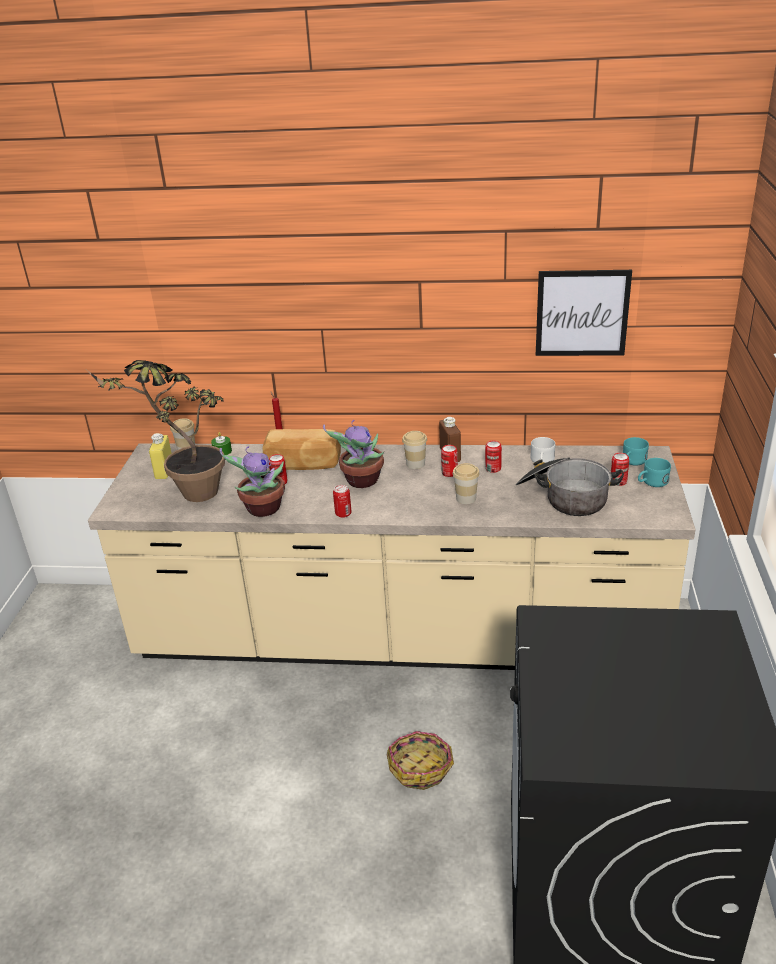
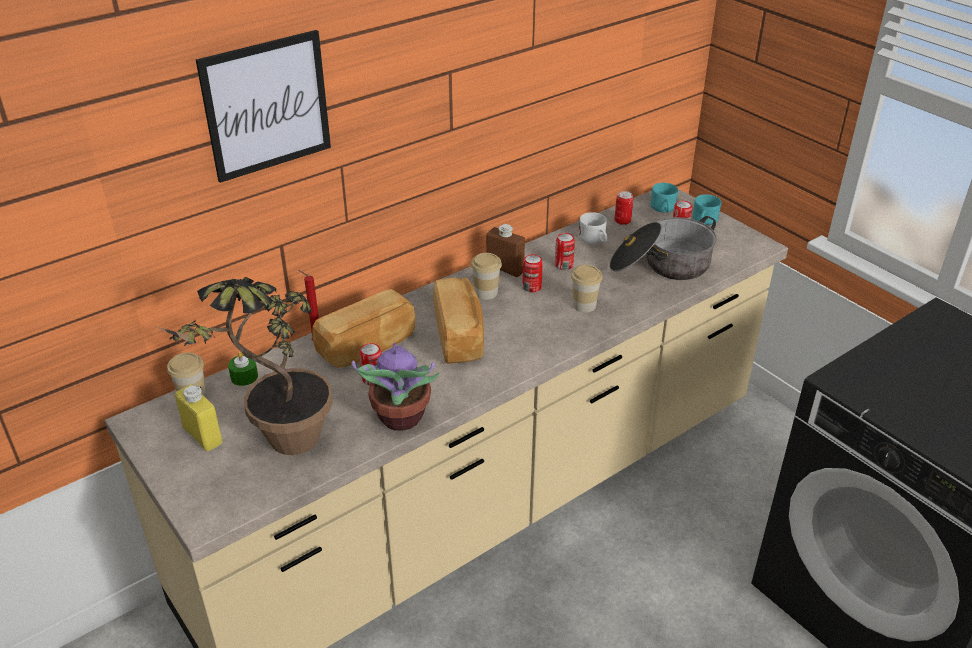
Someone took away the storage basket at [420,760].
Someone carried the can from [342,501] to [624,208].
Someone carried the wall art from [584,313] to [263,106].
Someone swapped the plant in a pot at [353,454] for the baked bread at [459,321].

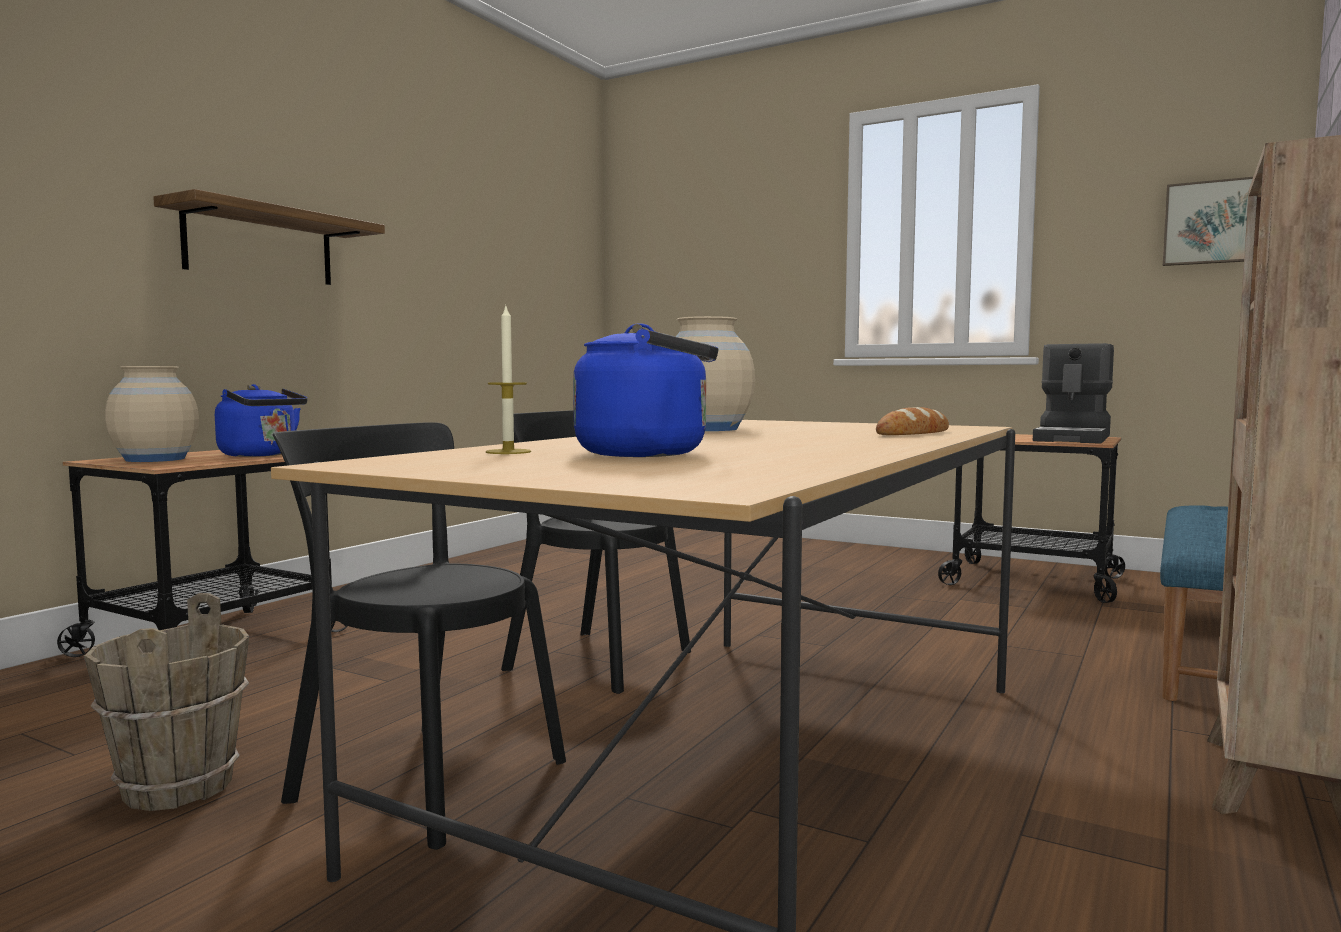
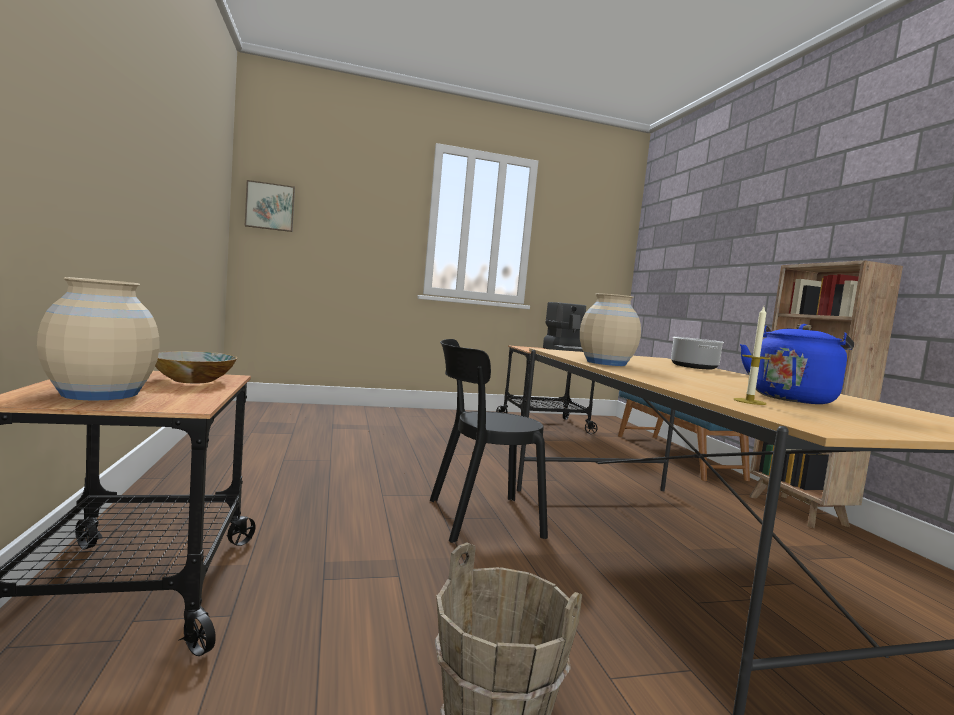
Someone took away the shelf at [269,237].
Someone took away the chair in black-coloured at [419,636].
Someone carried the wall art from [1208,221] to [270,206].
Someone swapped the tea kettle in blue at [261,420] for the serving bowl at [196,367].
Someone swapped the baked bread at [912,421] for the stockpot at [697,353].

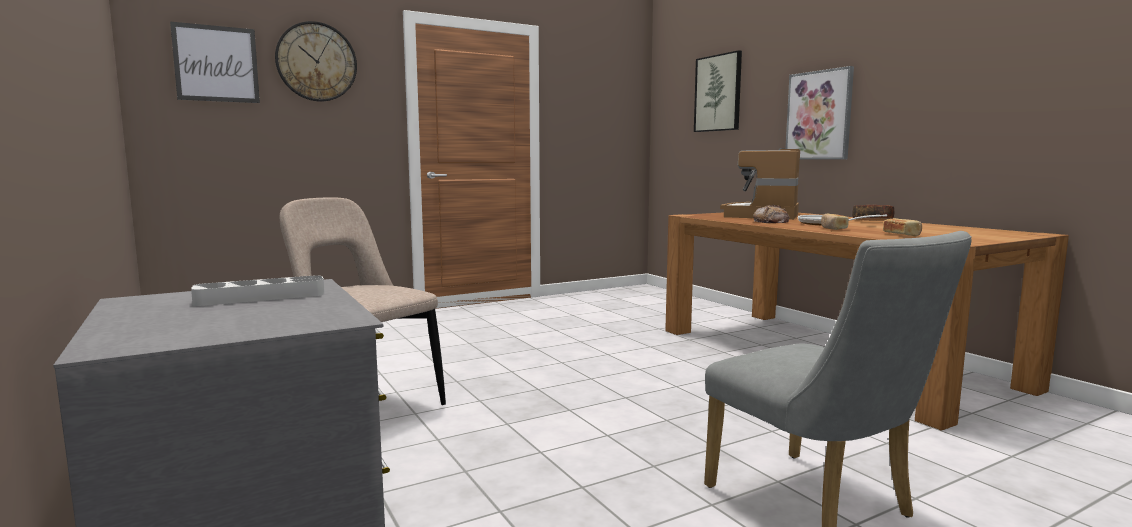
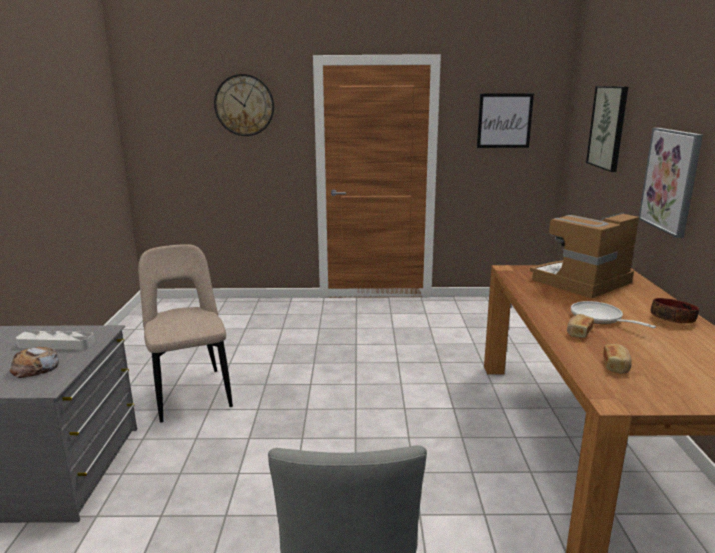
Someone carried the wall art from [215,62] to [505,120].
Someone carried the baked bread from [771,214] to [34,362].

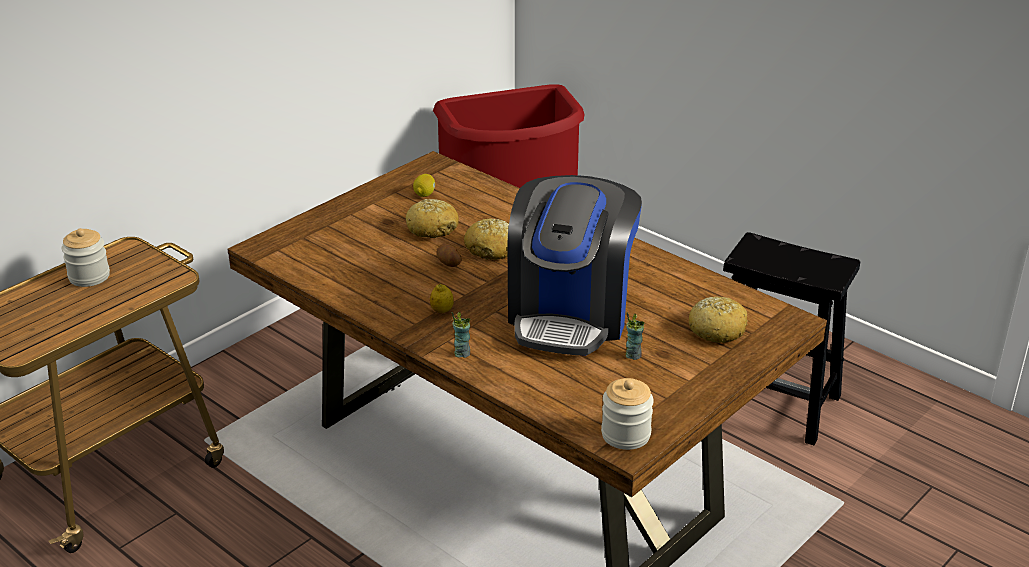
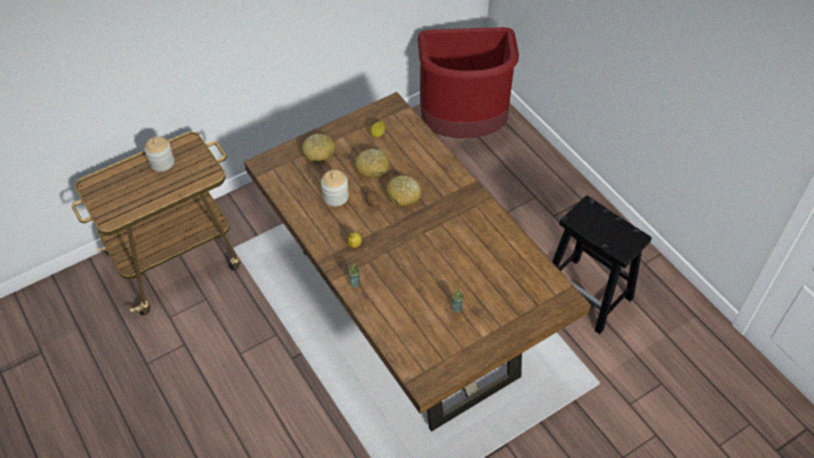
Someone took away the coffee machine at [574,265].
Someone carried the preserve jar from [627,414] to [335,188].
Someone carried the baked bread from [718,320] to [318,148].

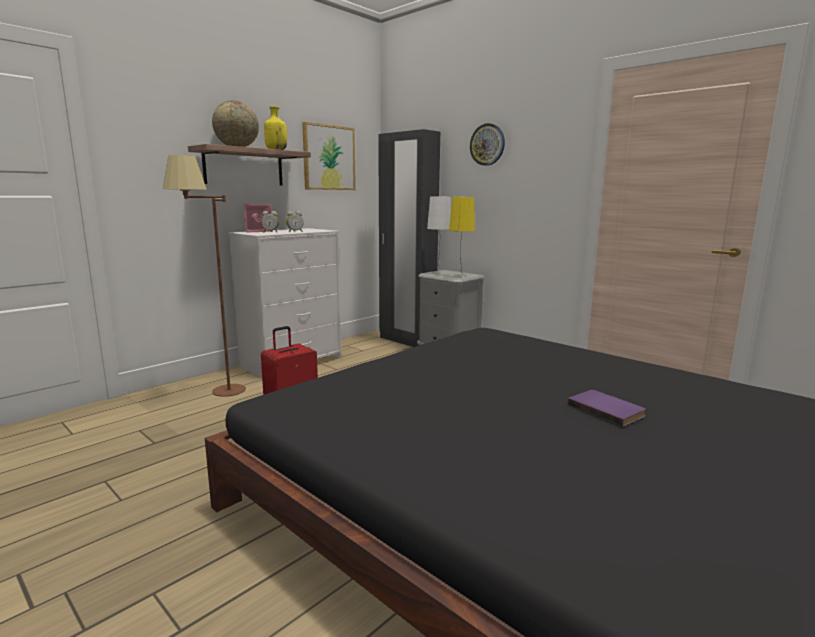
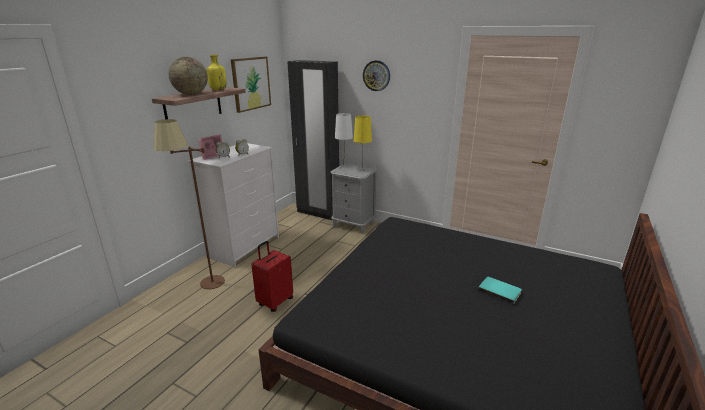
Someone repainted the bound book in purple-coloured at [607,408], which became the bound book in turquoise-coloured at [500,290].

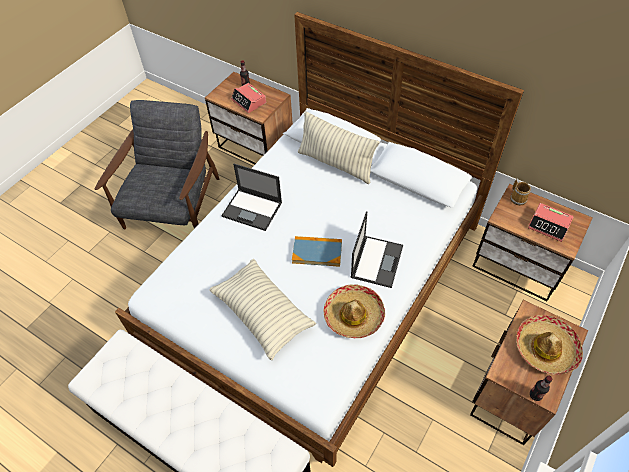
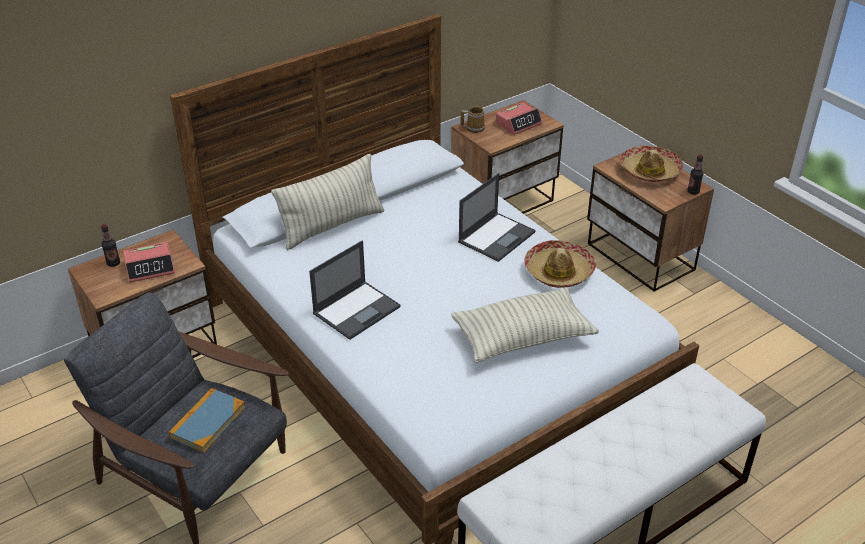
Someone carried the bound book from [317,251] to [206,420].
Someone rotated the notebook computer at [376,249] by 90 degrees clockwise.

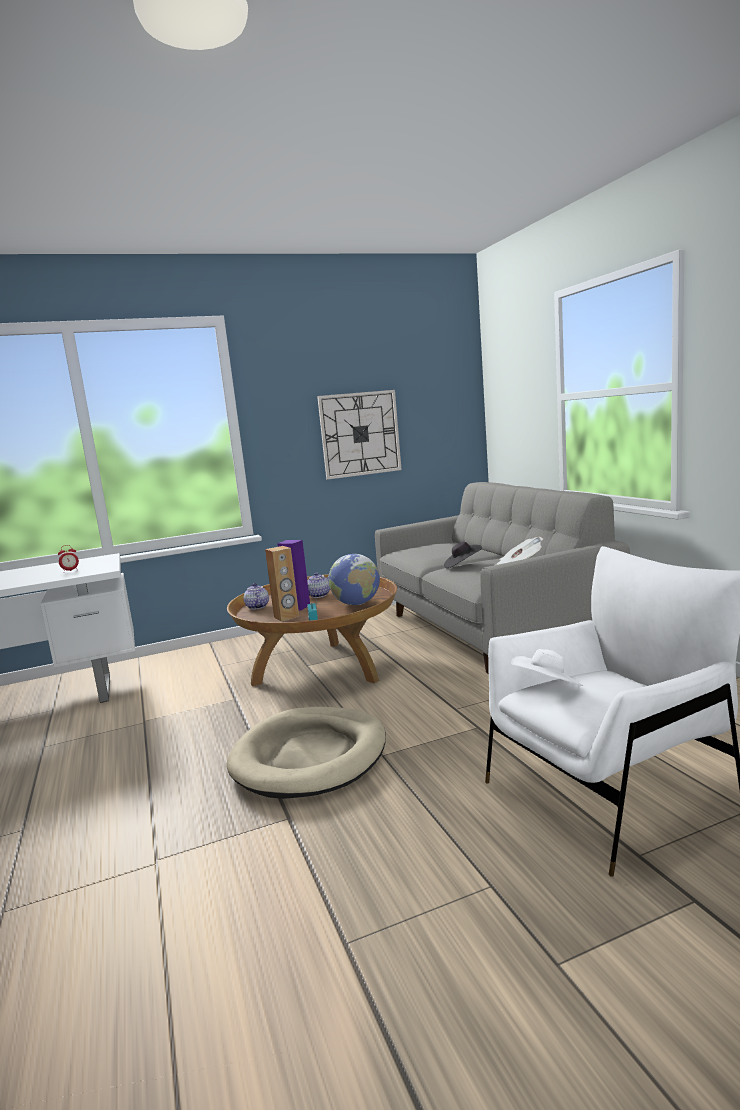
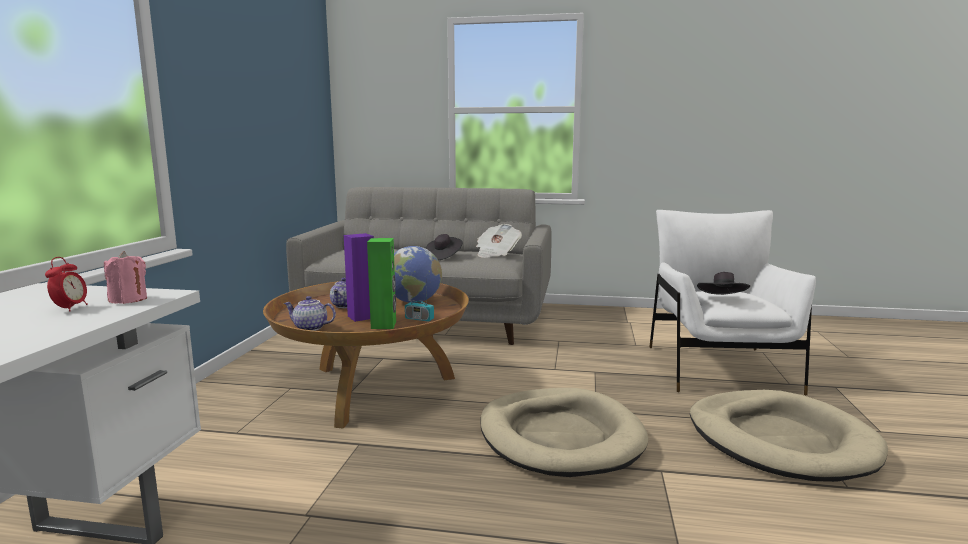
Someone took away the clock on the wall at [359,435].
Someone put down the wax light in pinkish at [125,277].
Someone put down the dog bed in beige-coloured at [789,436].
Someone repainted the speaker in brown-coloured at [282,583], which became the speaker in green at [381,283].
Someone repainted the hat in whitish at [547,667], which became the hat in black-coloured at [723,283].

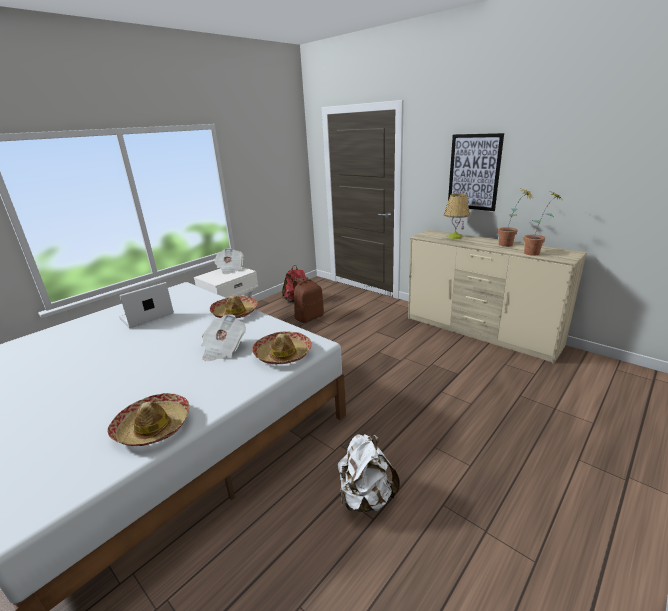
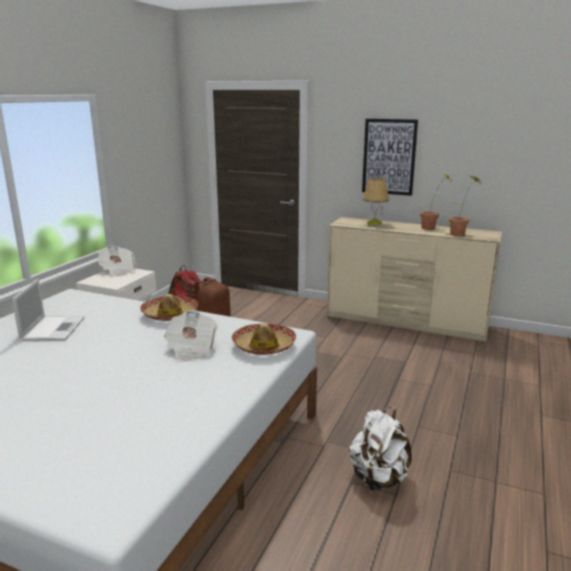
Someone took away the hat at [148,419].
Someone rotated the notebook computer at [146,305] by 150 degrees clockwise.

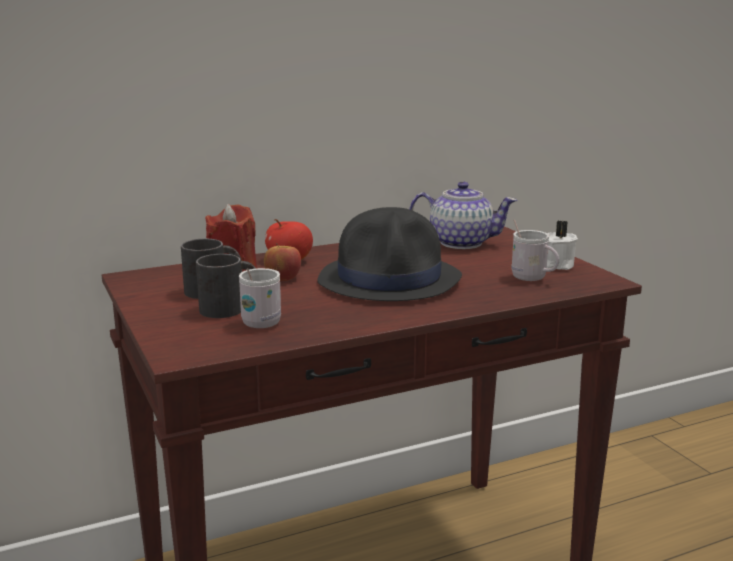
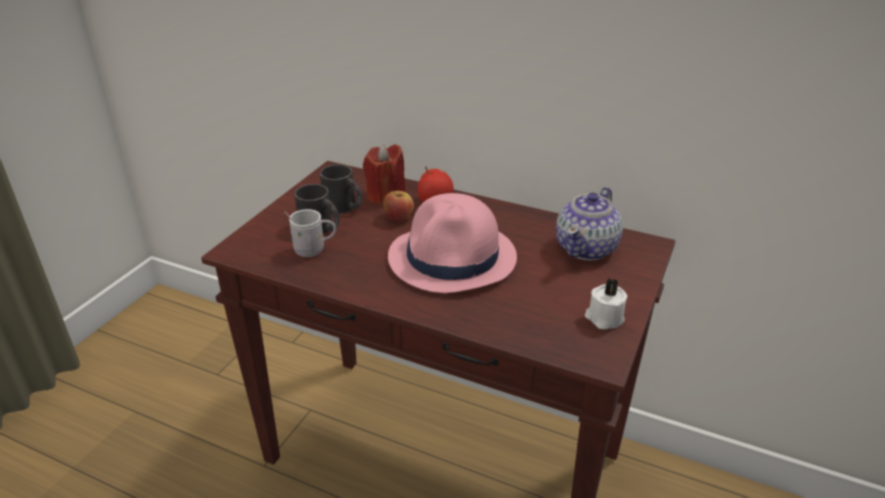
Someone took away the coffee mug in whitish at [535,250].
Someone repainted the hat in black-coloured at [389,254], which became the hat in pinkish at [452,243].
Someone rotated the pot for tea at [463,215] by 60 degrees clockwise.

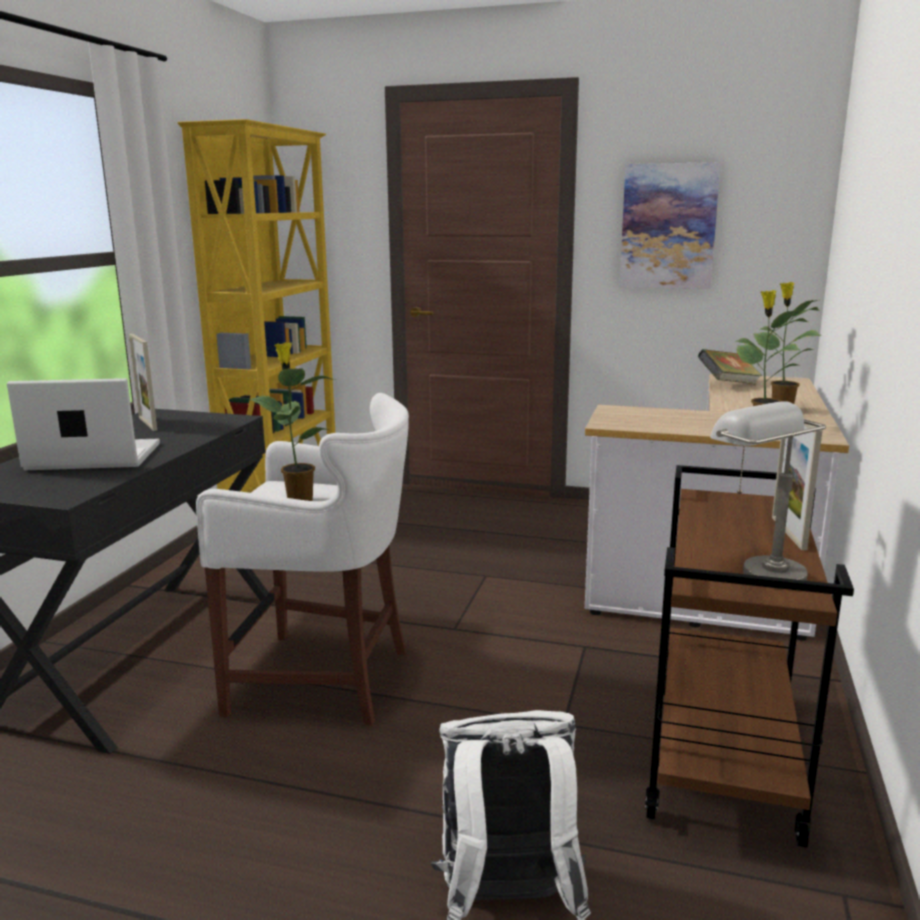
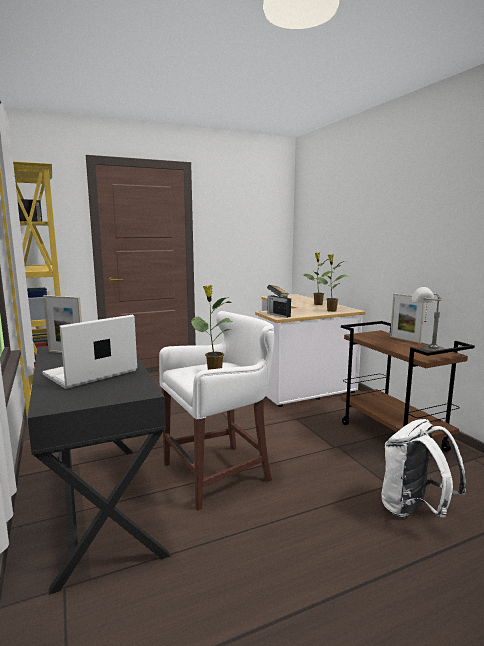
Someone took away the wall art at [670,225].
Someone put down the radio set at [279,305].

